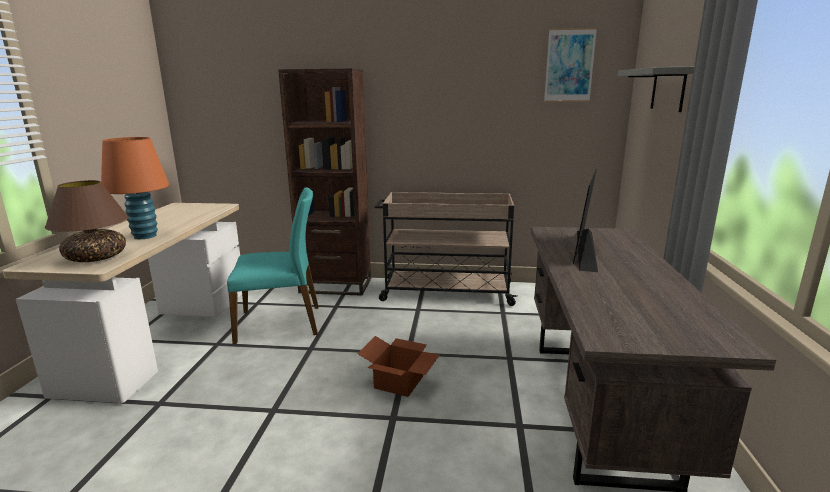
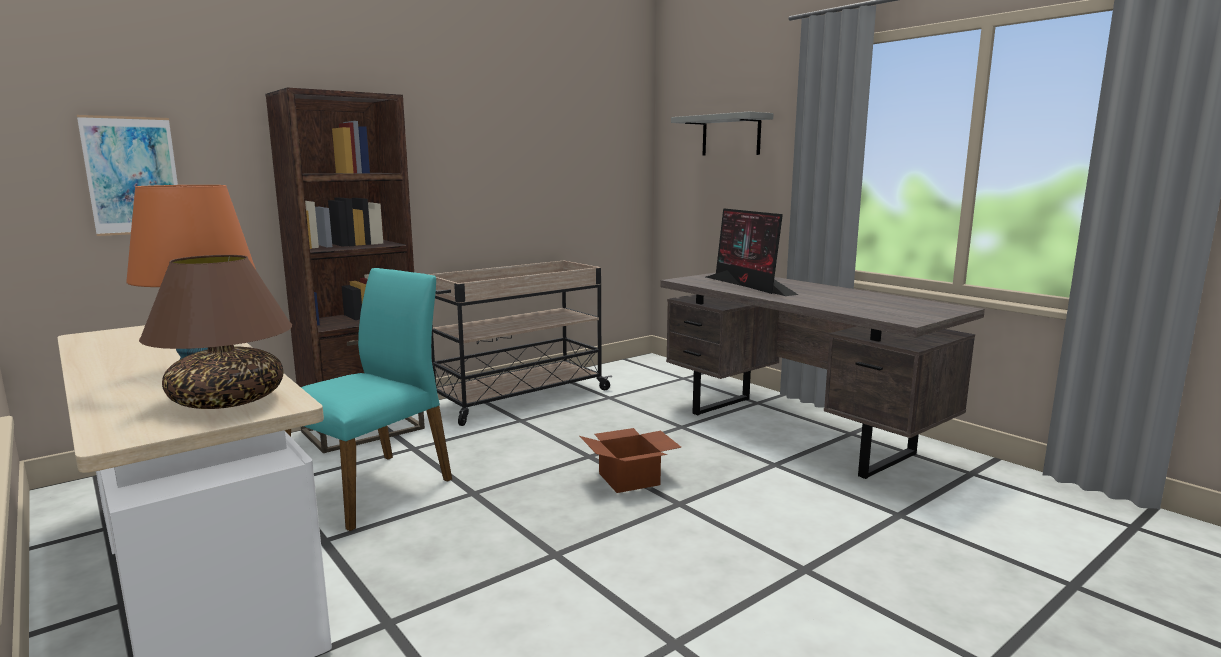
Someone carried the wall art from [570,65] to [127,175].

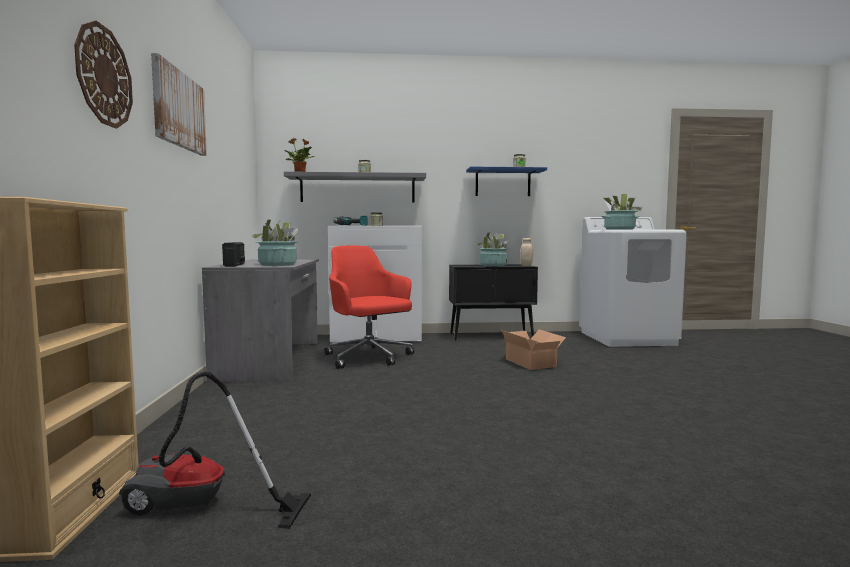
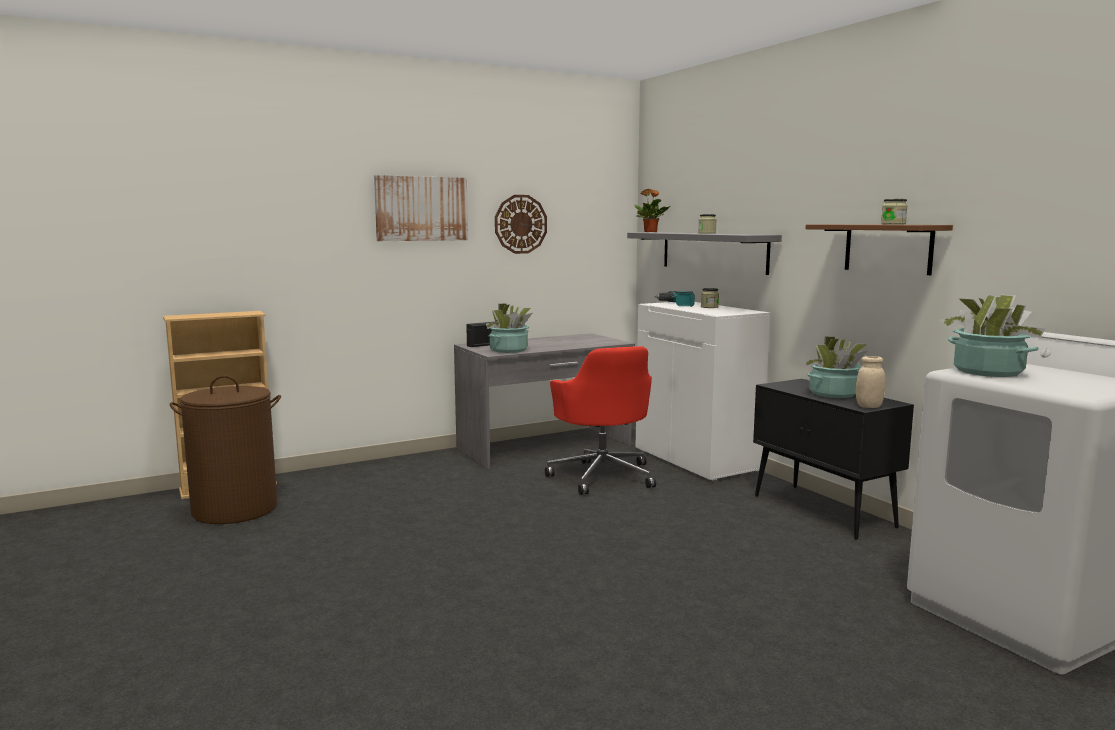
Someone took away the carton at [534,349].
Someone carried the clock on the wall from [103,75] to [521,224].
Someone swapped the vacuum cleaner at [215,450] for the laundry basket in brown-coloured at [225,449].
Someone repainted the shelf in blue at [506,181], which became the shelf in brown-coloured at [879,249].
Someone rotated the office chair in reddish at [369,307] by 135 degrees clockwise.

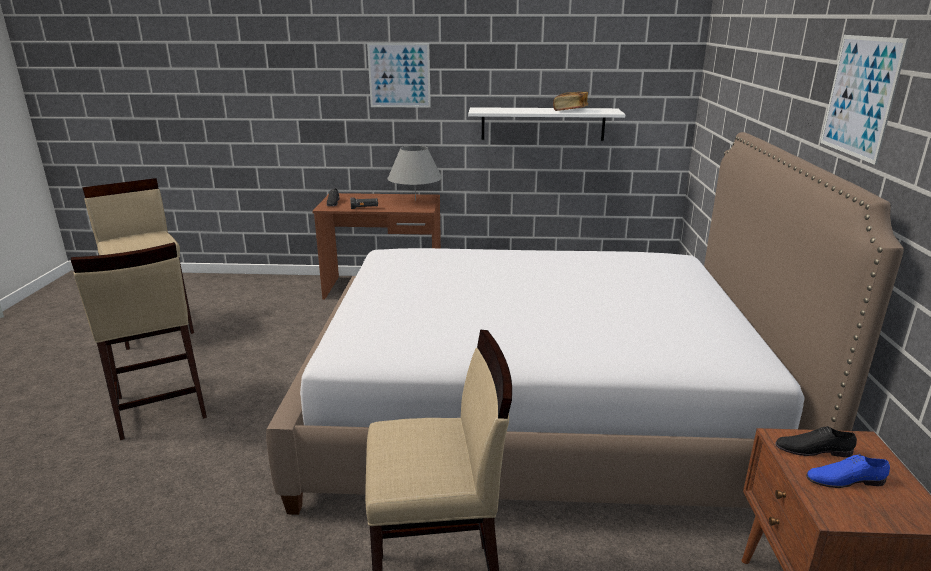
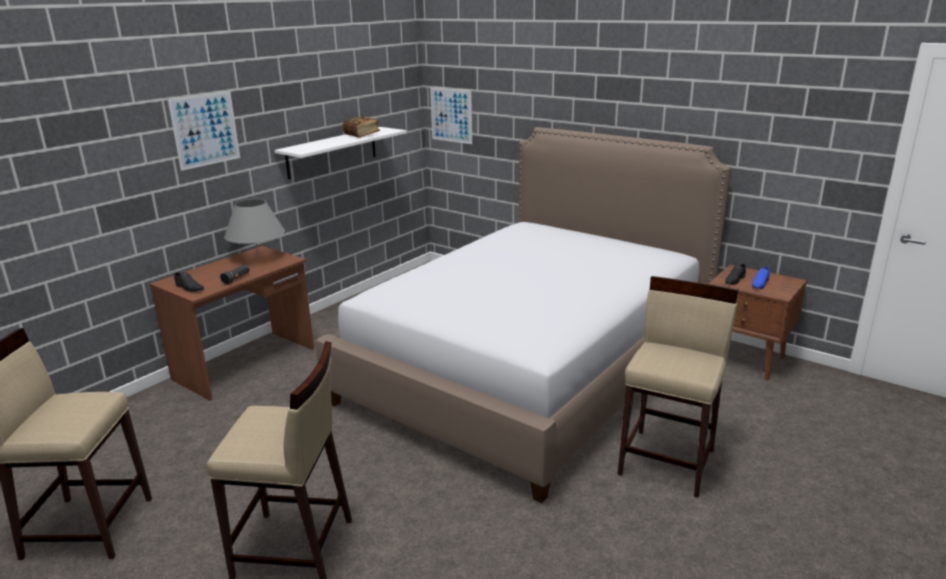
Someone carried the wall art from [864,100] to [451,115].

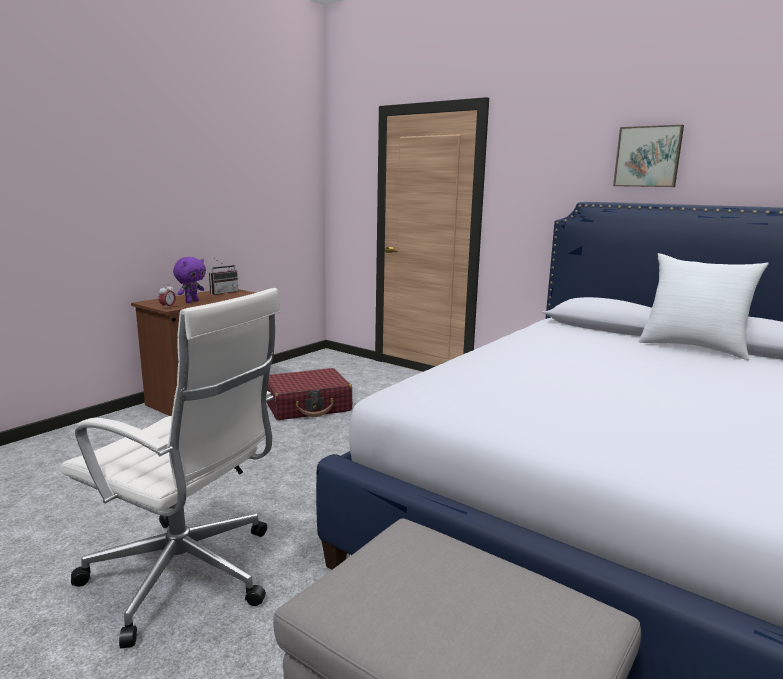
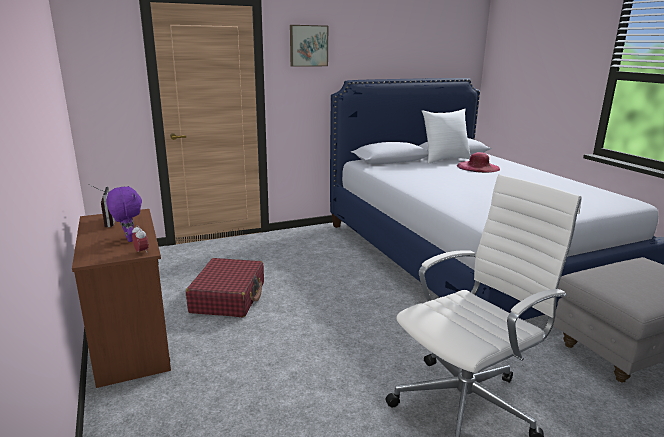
Someone put down the hat in pinkish at [478,162].
Someone carried the wall art from [648,156] to [309,46].

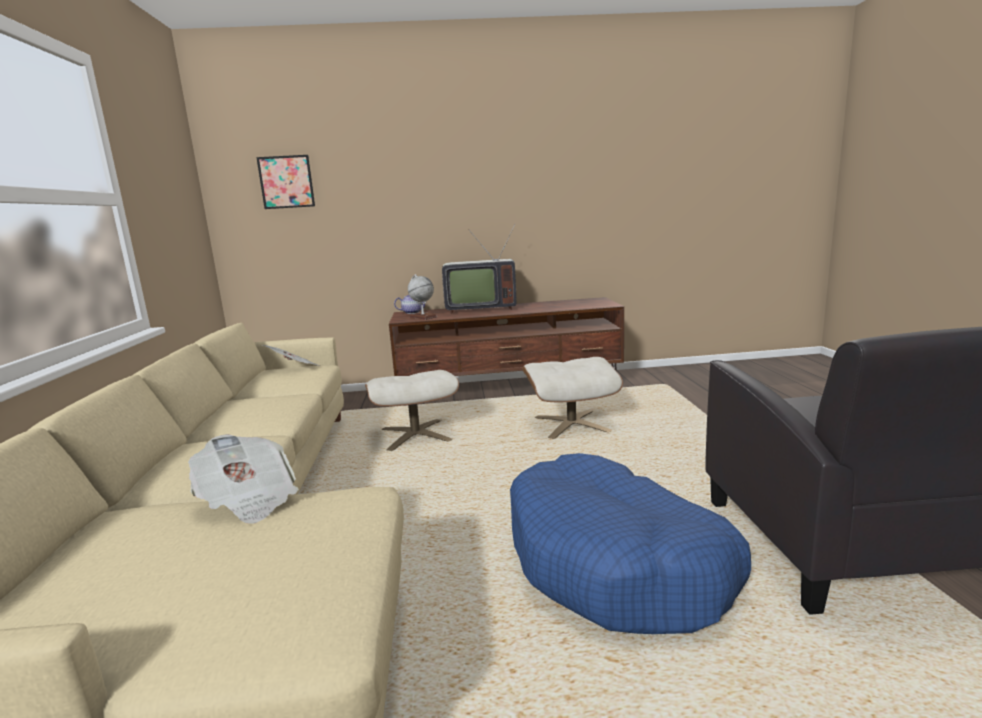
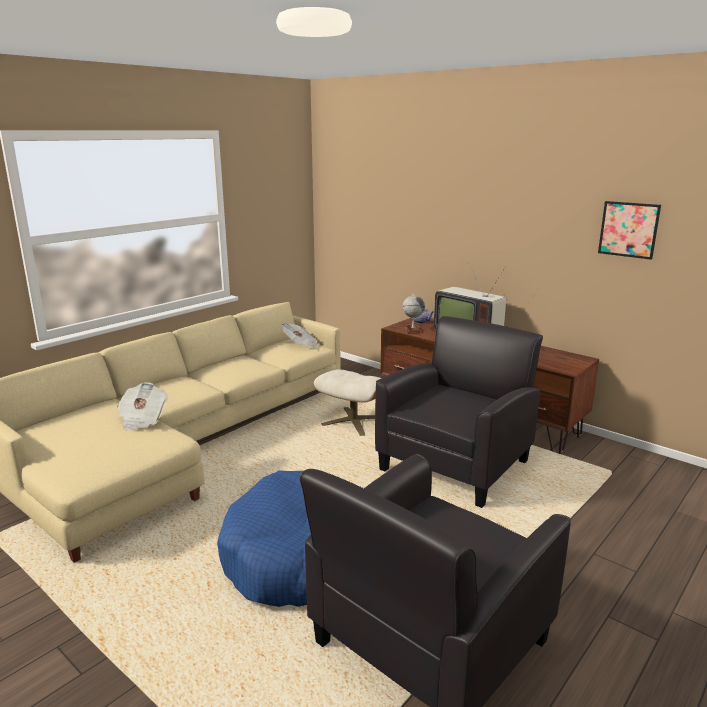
Someone carried the wall art from [285,182] to [629,230].
Someone swapped the ottoman in beige-coloured at [573,398] for the armchair in black-coloured at [459,412].

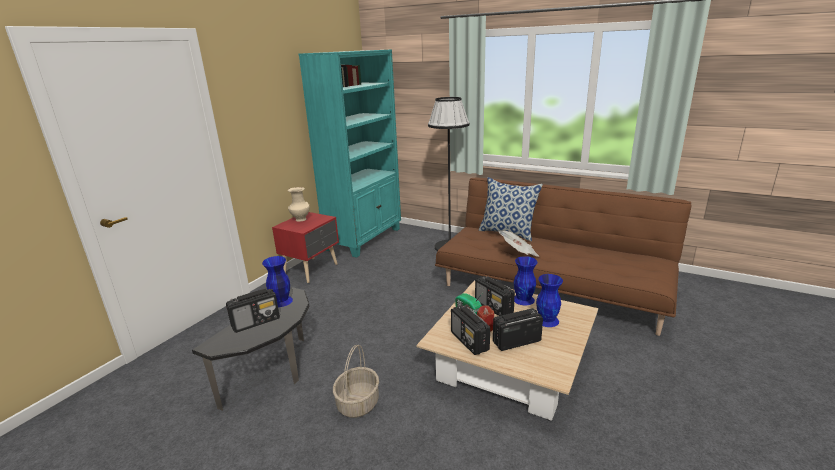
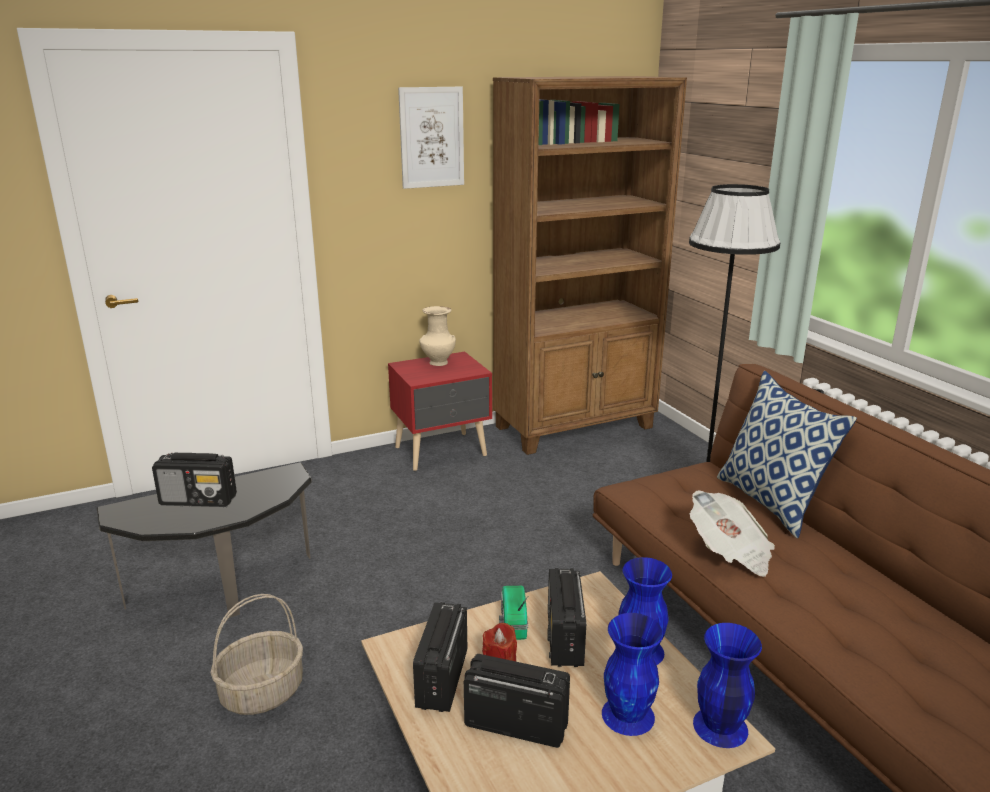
Someone put up the wall art at [431,138].
Someone carried the flower vase in blue from [277,281] to [727,685].
Someone repainted the shelving unit in turquoise-coloured at [350,153], which became the shelving unit in brown-coloured at [590,265].

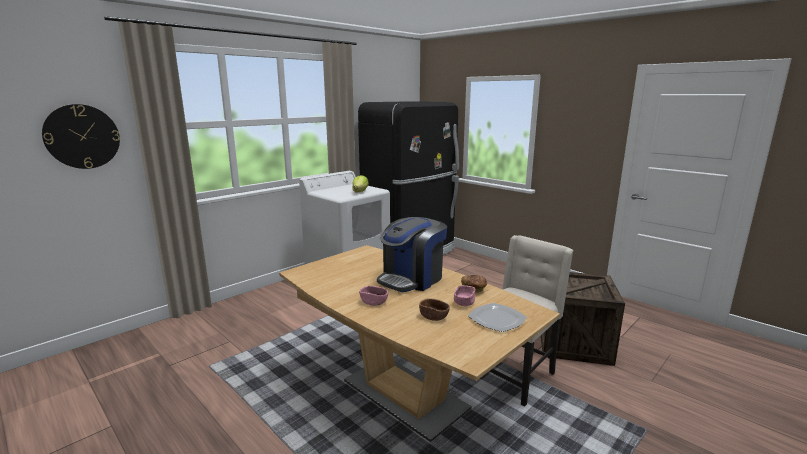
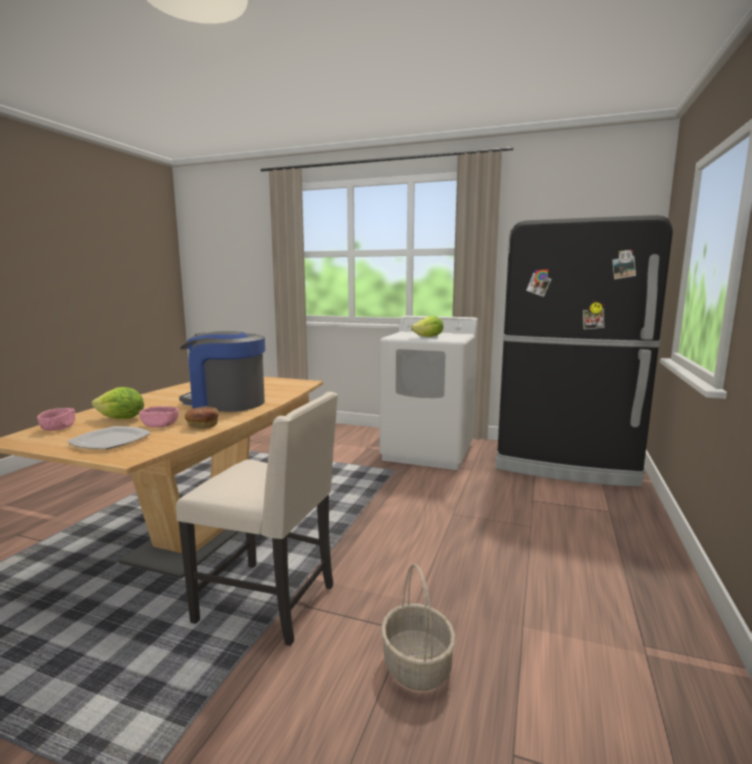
Someone took away the clock on the wall at [81,136].
Someone carried the serving bowl in pinkish from [373,296] to [56,419].
Someone swapped the serving bowl in brown-coloured at [434,309] for the head of lettuce at [118,403].
Someone swapped the crate at [583,319] for the storage basket at [418,627].

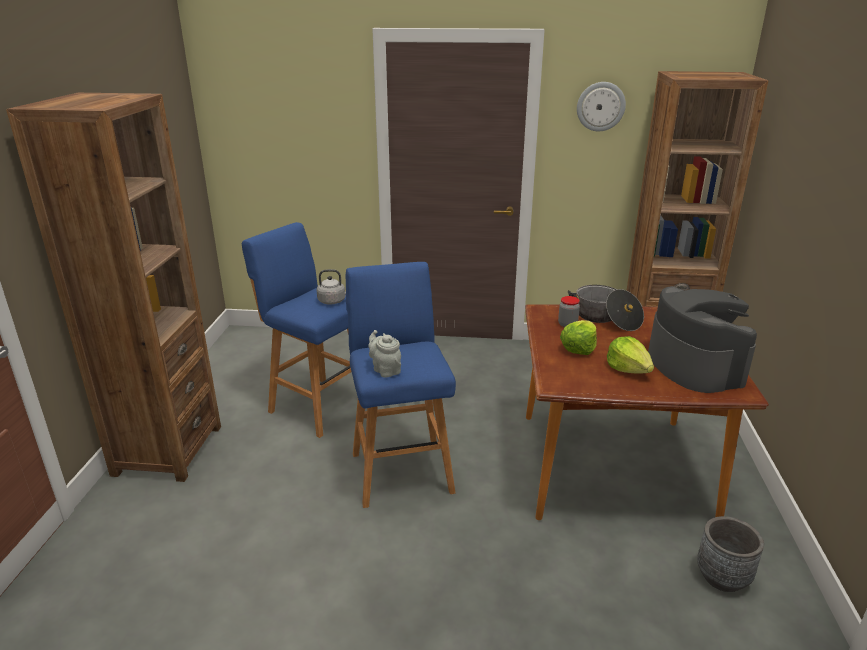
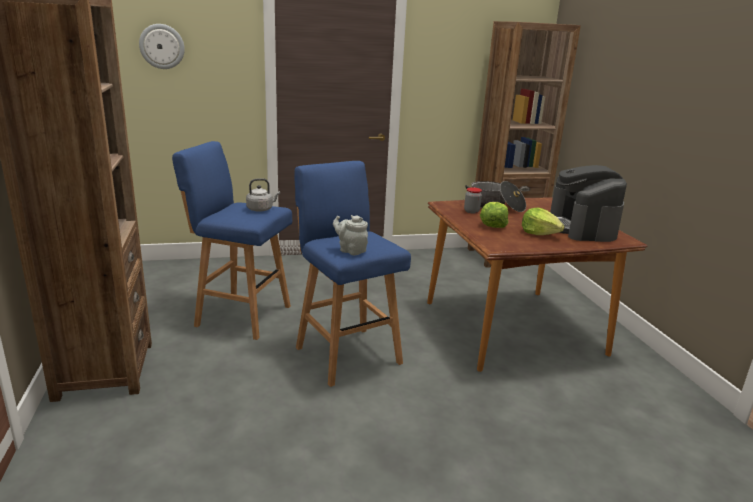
Someone took away the planter in grey at [730,554].
Someone carried the clock on the wall from [601,106] to [162,46].
Someone rotated the coffee machine at [702,339] by 150 degrees counterclockwise.

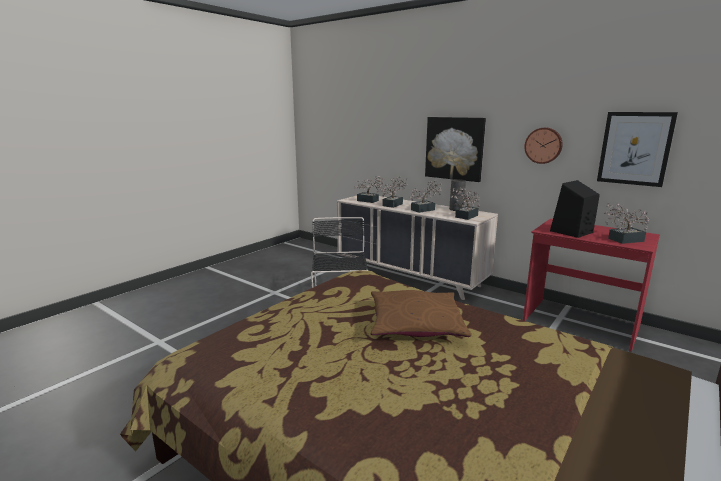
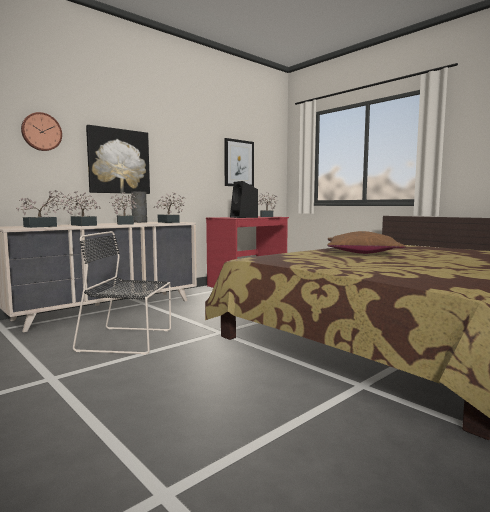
Someone carried the clock on the wall from [543,146] to [41,131].

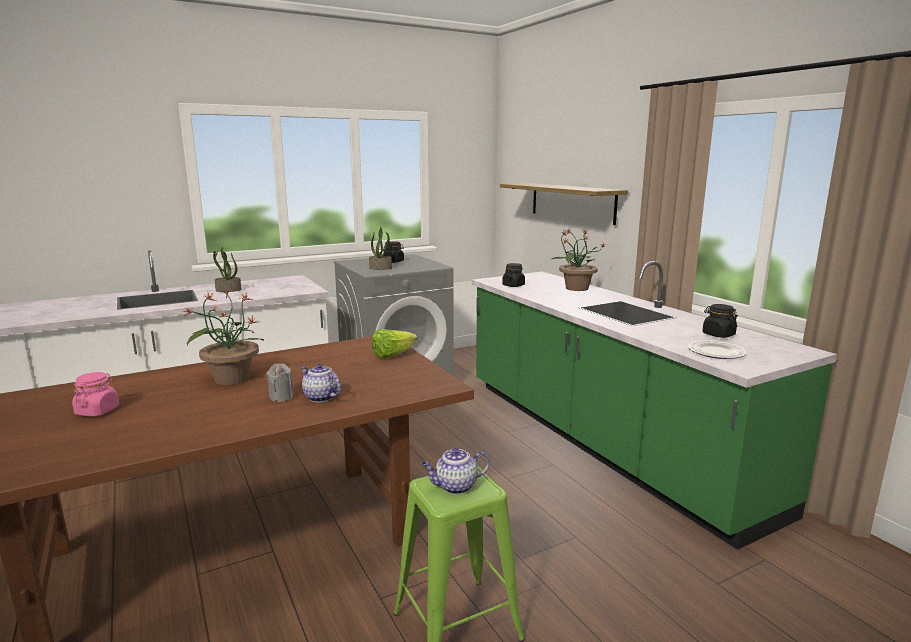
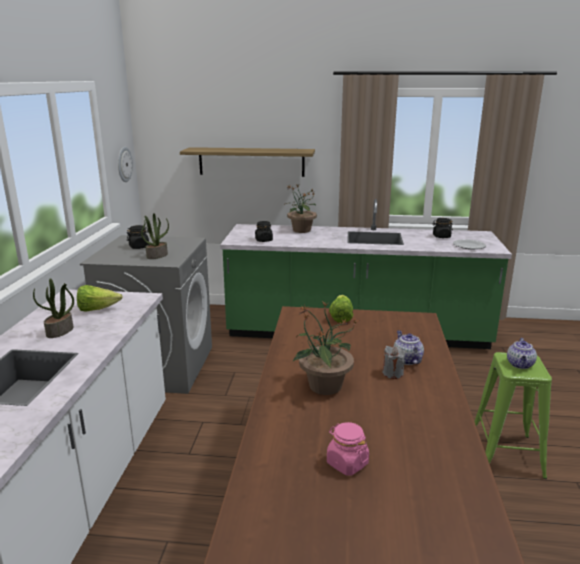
Someone put down the head of lettuce at [100,298].
Someone put up the clock on the wall at [125,164].
Someone rotated the pot for tea at [321,383] by 90 degrees clockwise.

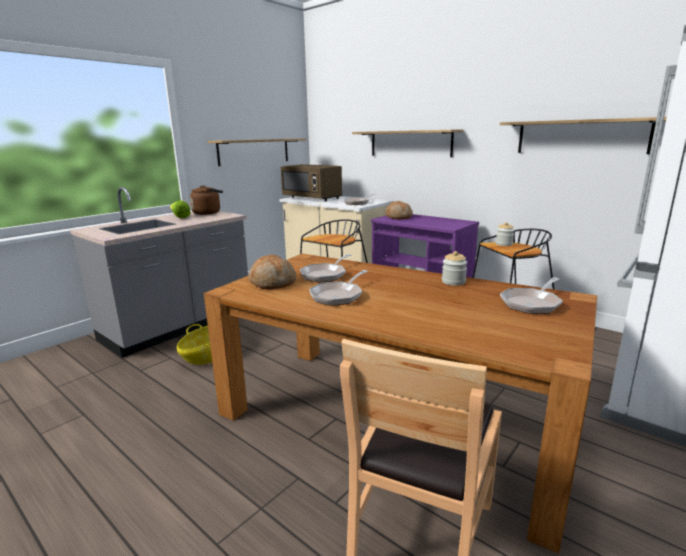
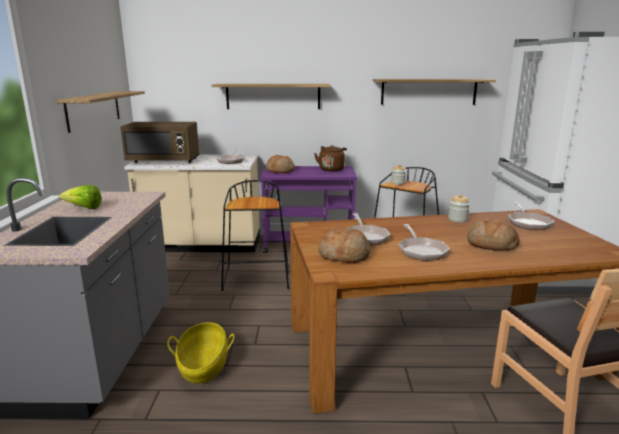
Someone put down the baked bread at [493,234].
Someone carried the tea kettle in brown-coloured from [206,200] to [330,158].

